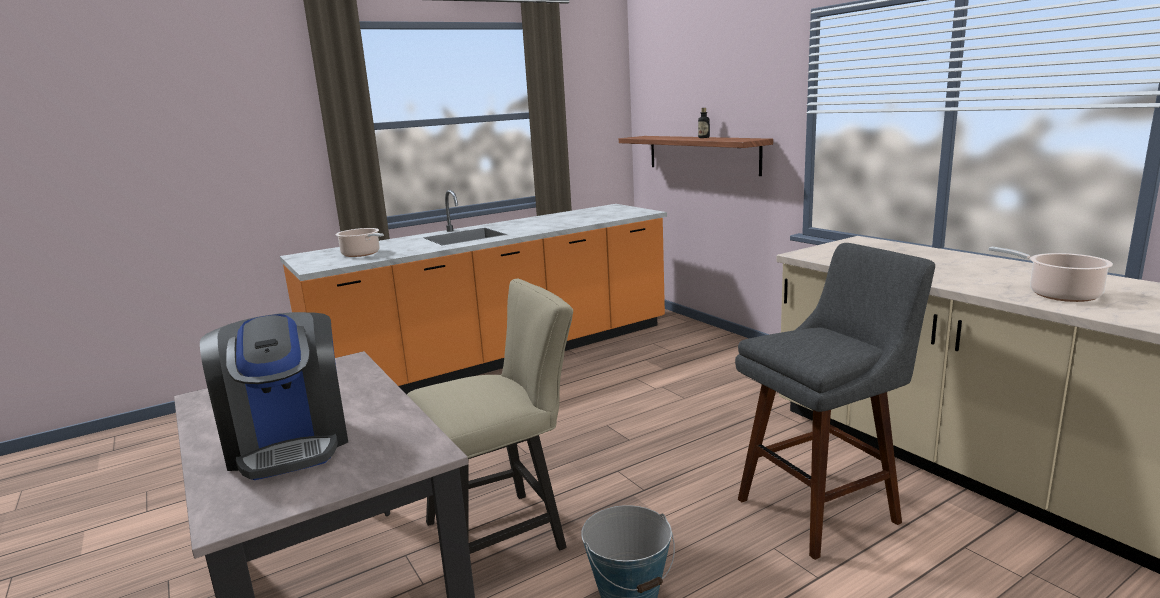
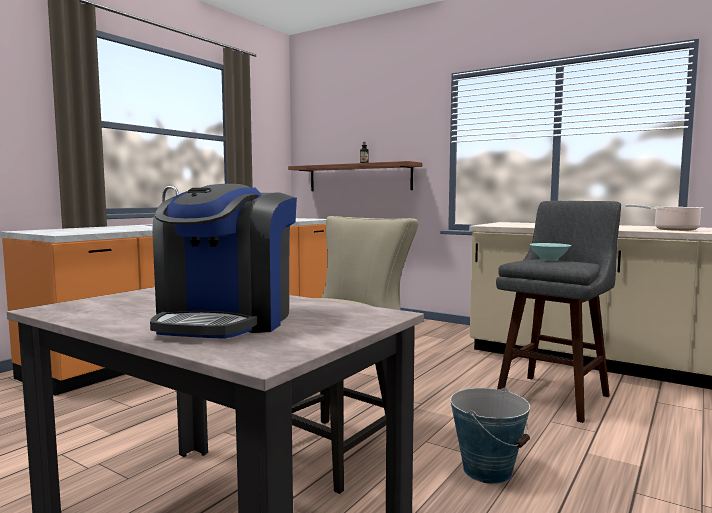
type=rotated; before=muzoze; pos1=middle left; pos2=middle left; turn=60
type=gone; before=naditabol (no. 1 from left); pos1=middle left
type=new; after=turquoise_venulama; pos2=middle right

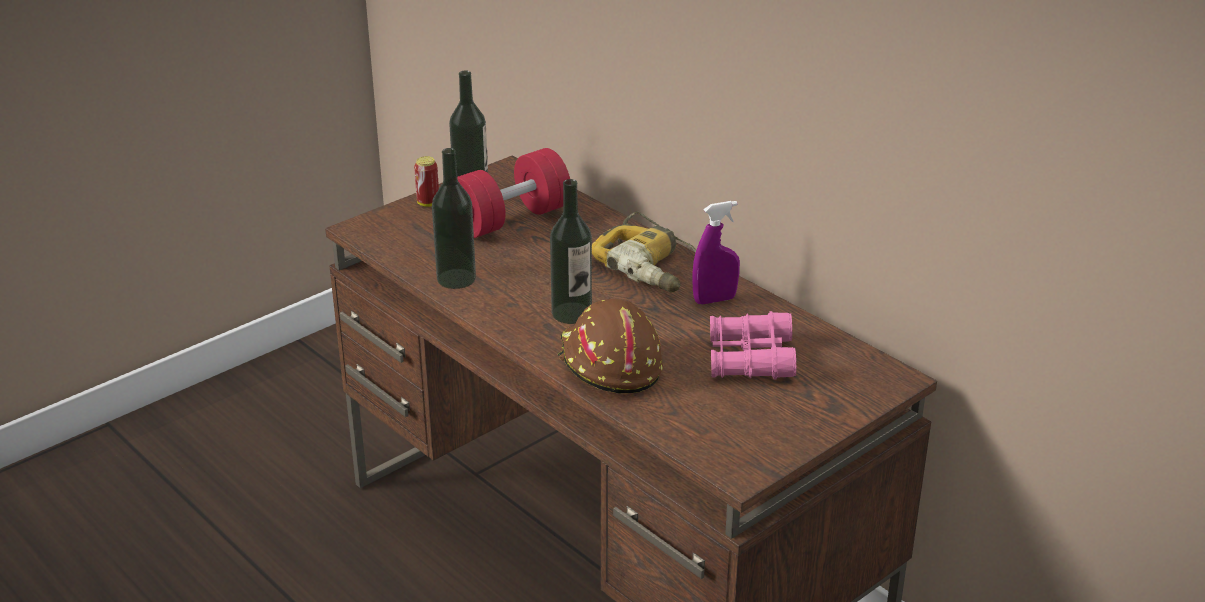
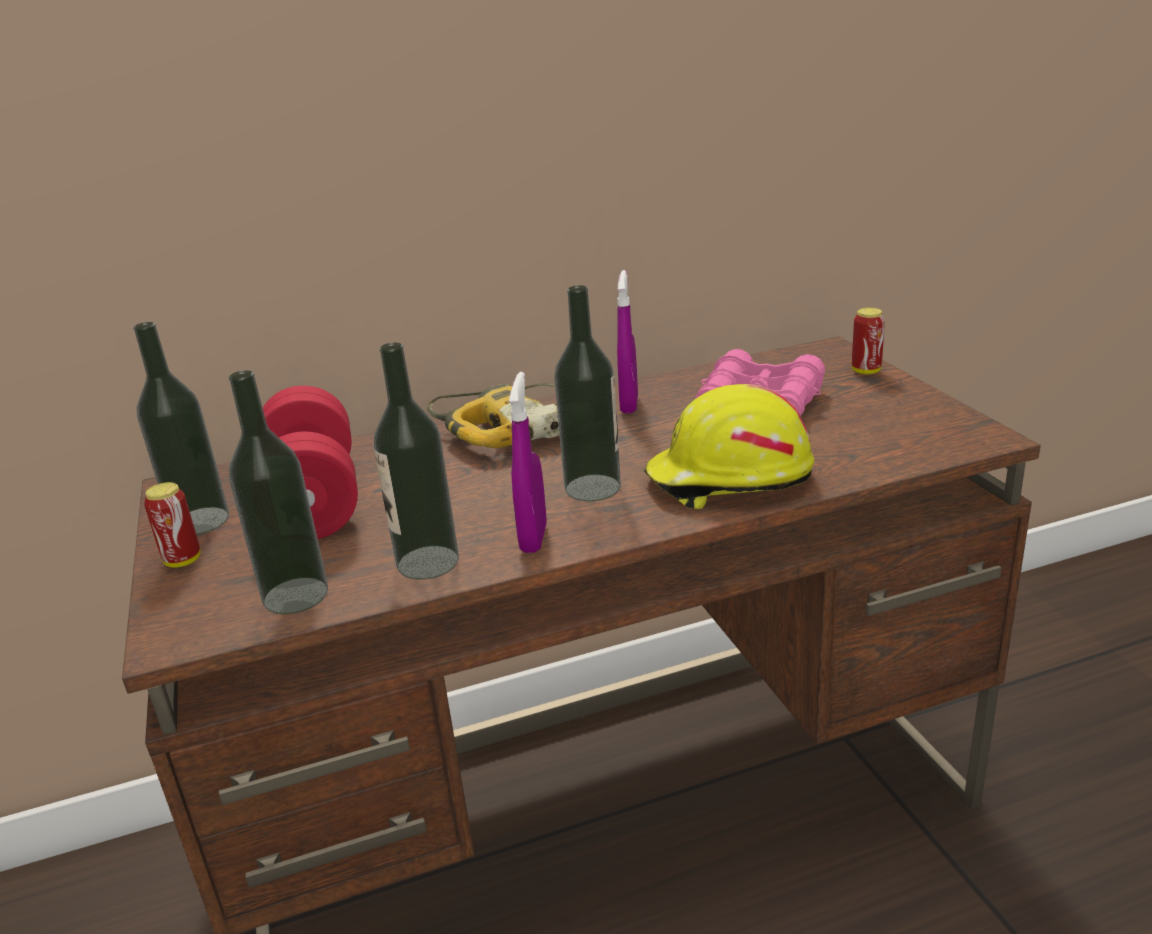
type=repainted; before=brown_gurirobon; after=yellow_gurirobon; pos1=centre; pos2=centre
type=new; after=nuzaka (no. 2 from left); pos2=middle left
type=new; after=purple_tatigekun (no. 1 from left); pos2=centre
type=new; after=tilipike (no. 2 from left); pos2=middle right

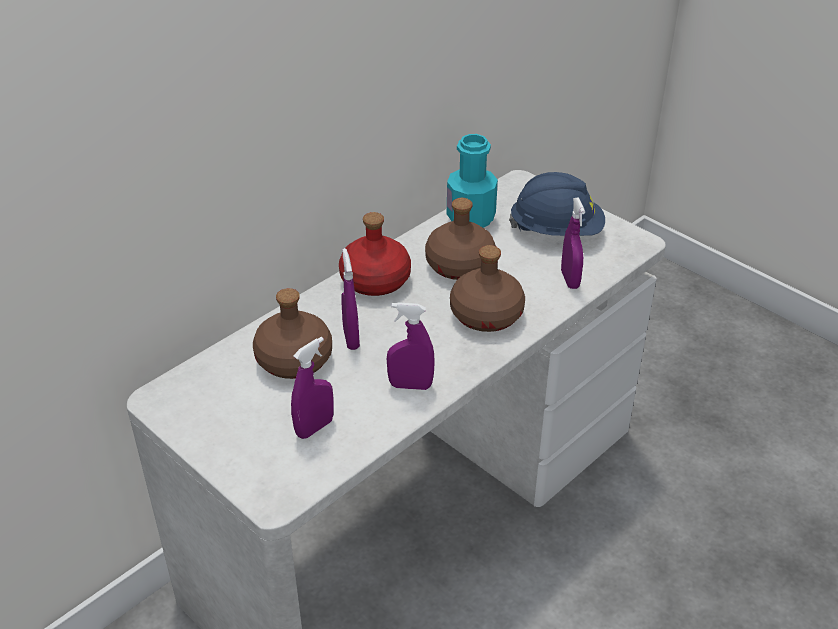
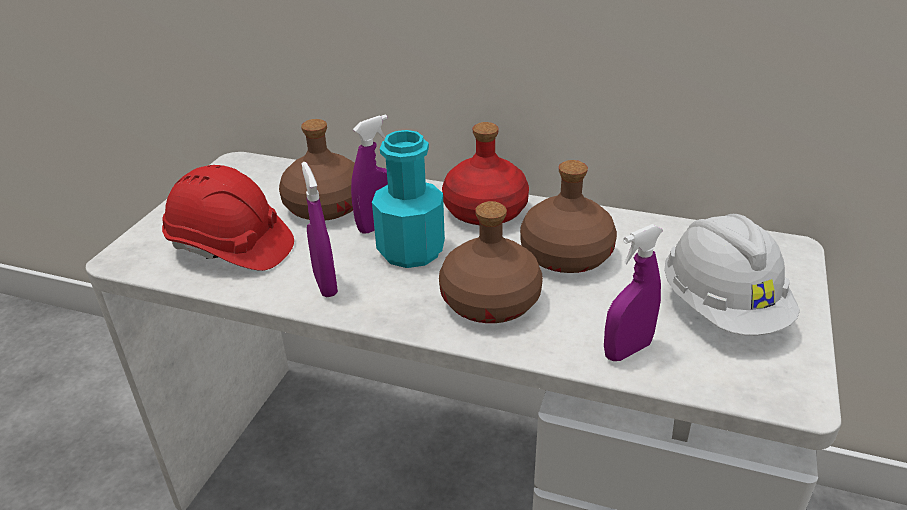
type=swapped; before=purple_tatigekun (no. 1 from left); after=red_gurirobon; pos1=centre; pos2=middle left
type=shifted; before=turquoise_nuzaka; pos1=top centre; pos2=centre
type=repainted; before=blue_gurirobon; after=white_gurirobon; pos1=top centre; pos2=middle right

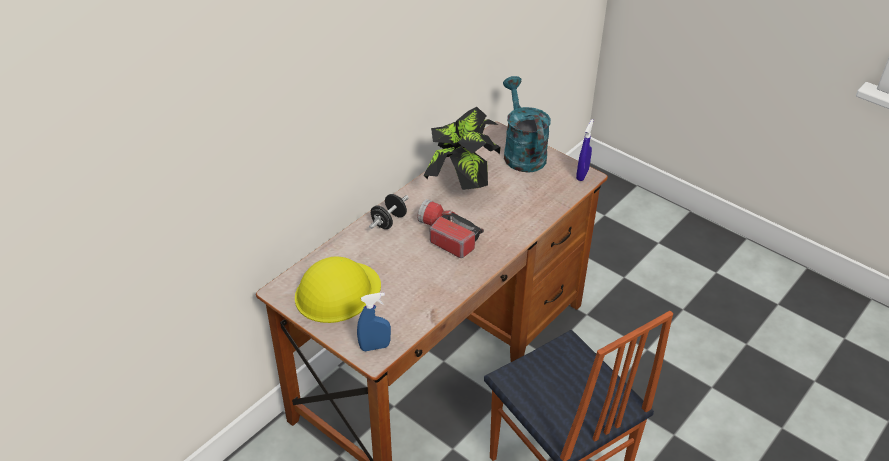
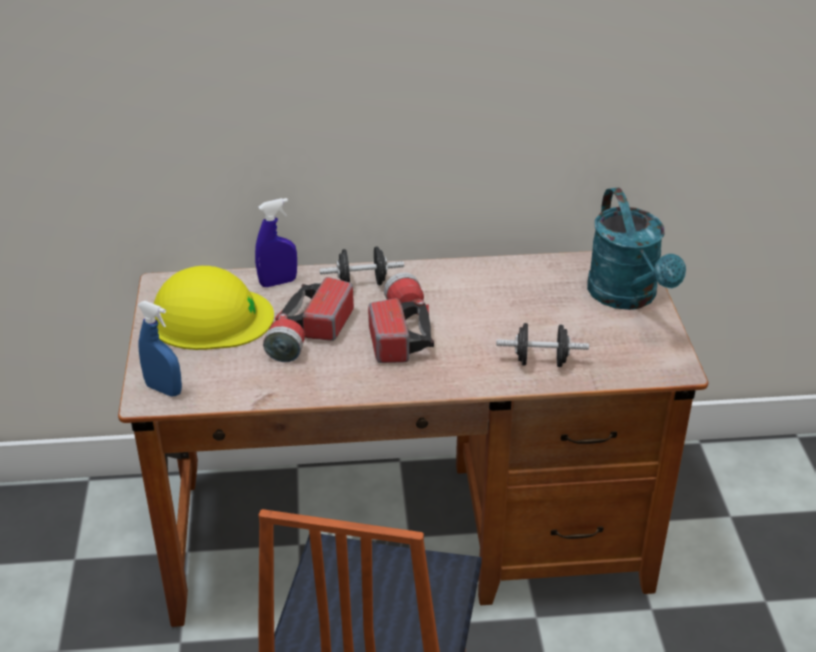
type=gone; before=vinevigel; pos1=top centre
type=rotated; before=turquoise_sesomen; pos1=top centre; pos2=middle right; turn=135
type=shifted; before=blue_tatigekun (no. 2 from left); pos1=top centre; pos2=centre
type=new; after=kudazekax (no. 1 from left); pos2=centre
type=new; after=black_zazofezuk (no. 2 from left); pos2=centre

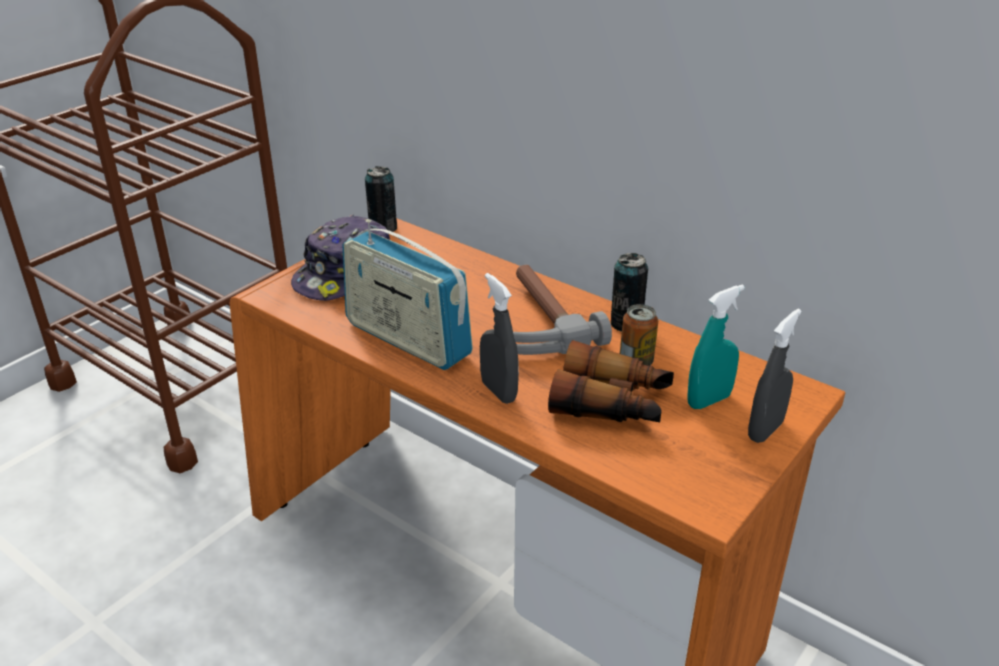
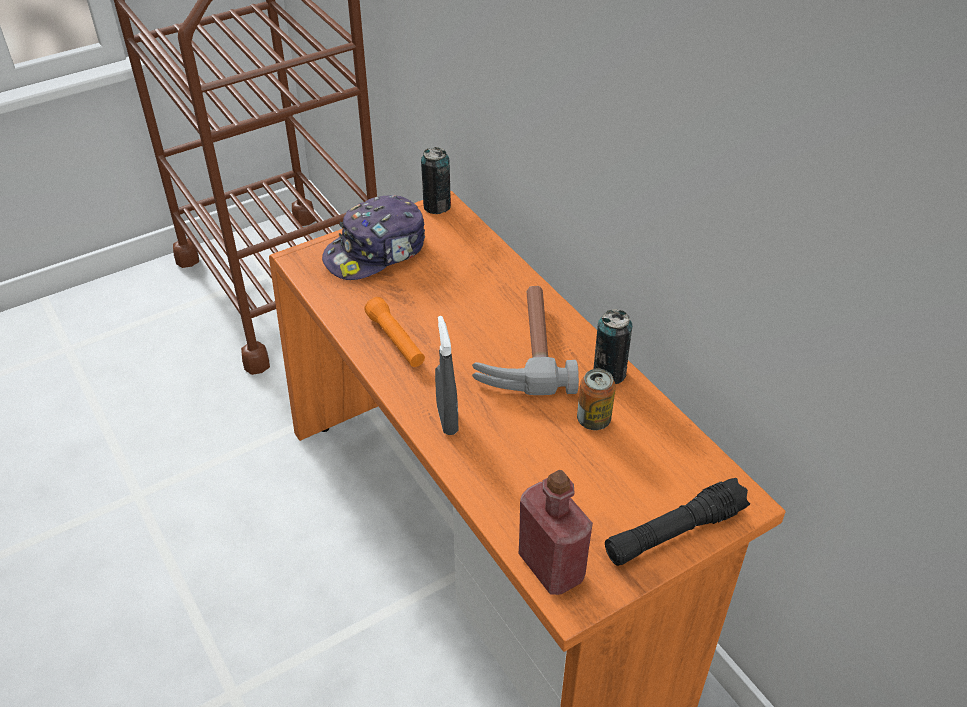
type=swapped; before=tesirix; after=orange_kudazekax; pos1=centre; pos2=centre
type=gone; before=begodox; pos1=centre
type=gone; before=turquoise_tatigekun; pos1=middle right
type=swapped; before=grey_tatigekun (no. 2 from left); after=black_kudazekax; pos1=middle right; pos2=bottom right
type=new; after=red_nuzaka; pos2=bottom centre

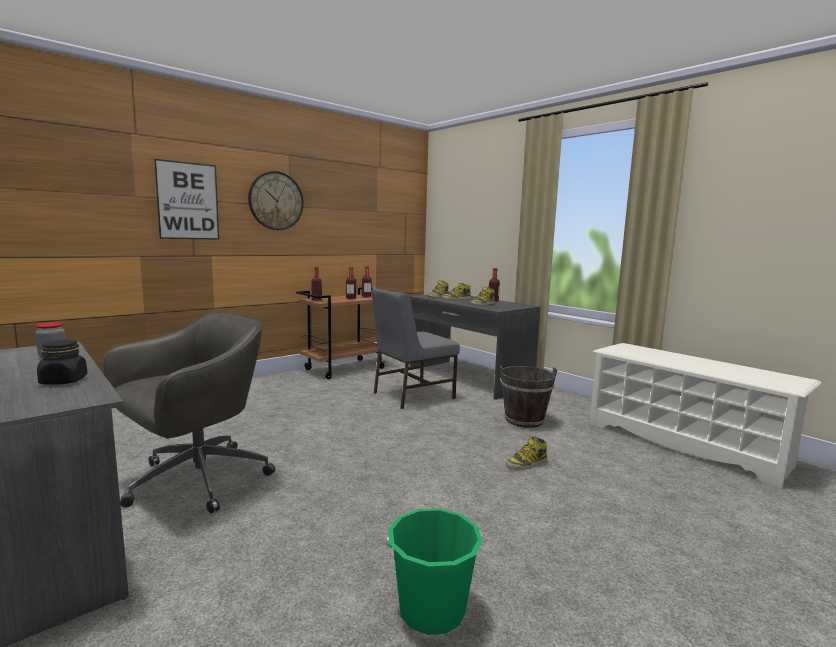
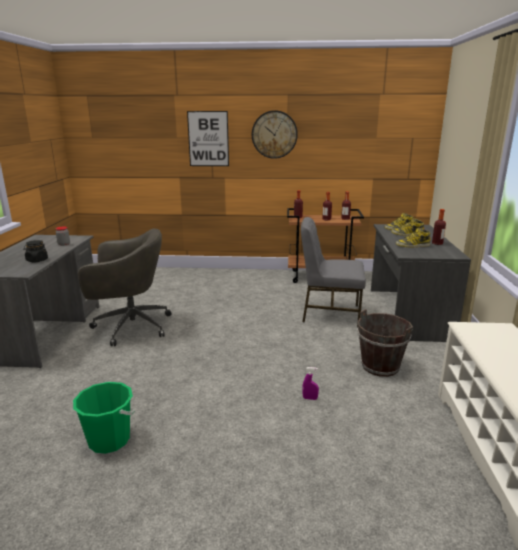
type=swapped; before=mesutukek (no. 4 from left); after=purple_tatigekun; pos1=bottom centre; pos2=bottom centre

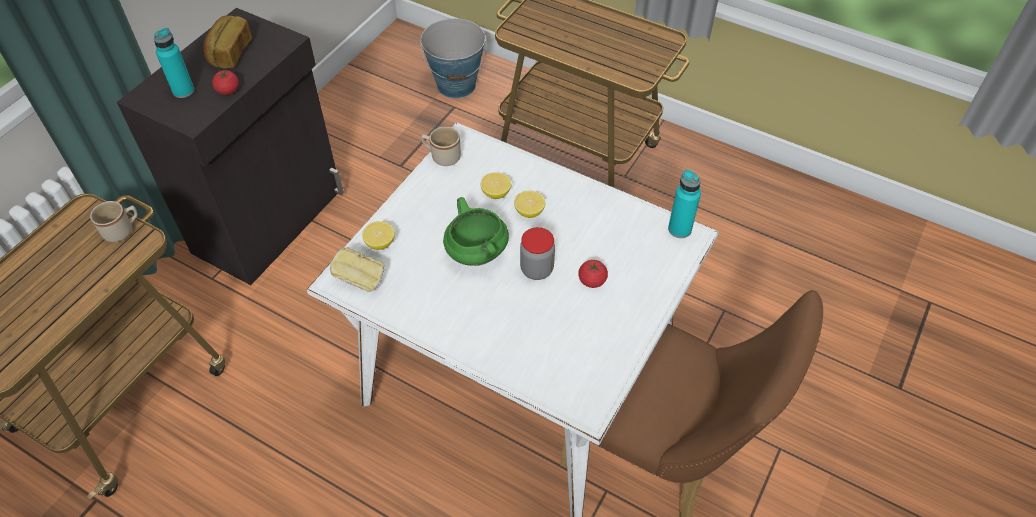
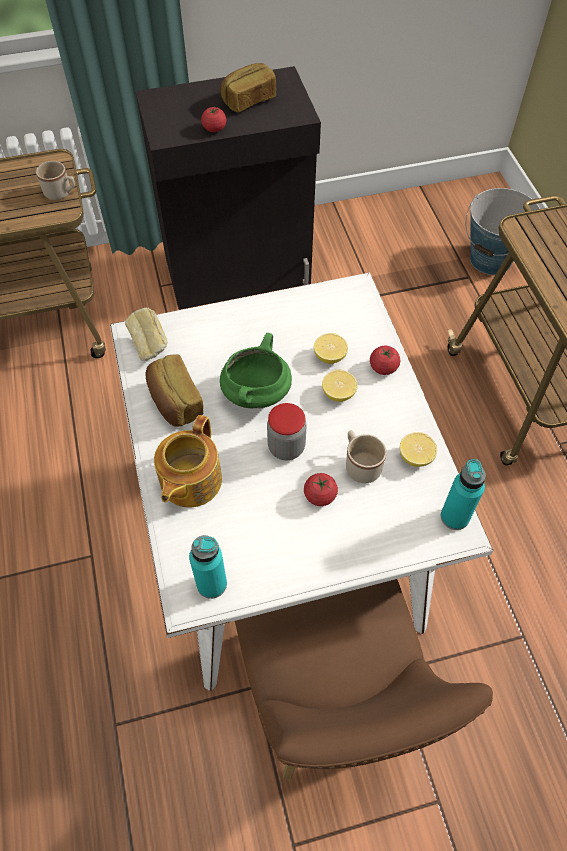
type=shifted; before=turquoise_nuzaka (no. 1 from left); pos1=top left; pos2=centre
type=shifted; before=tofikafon (no. 1 from left in the first image); after=tofikafon (no. 3 from left); pos1=centre; pos2=middle right
type=shifted; before=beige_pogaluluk (no. 2 from left); pos1=top centre; pos2=centre
type=new; after=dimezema (no. 2 from left); pos2=middle left
type=new; after=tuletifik; pos2=middle left
type=new; after=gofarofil (no. 3 from left); pos2=middle right

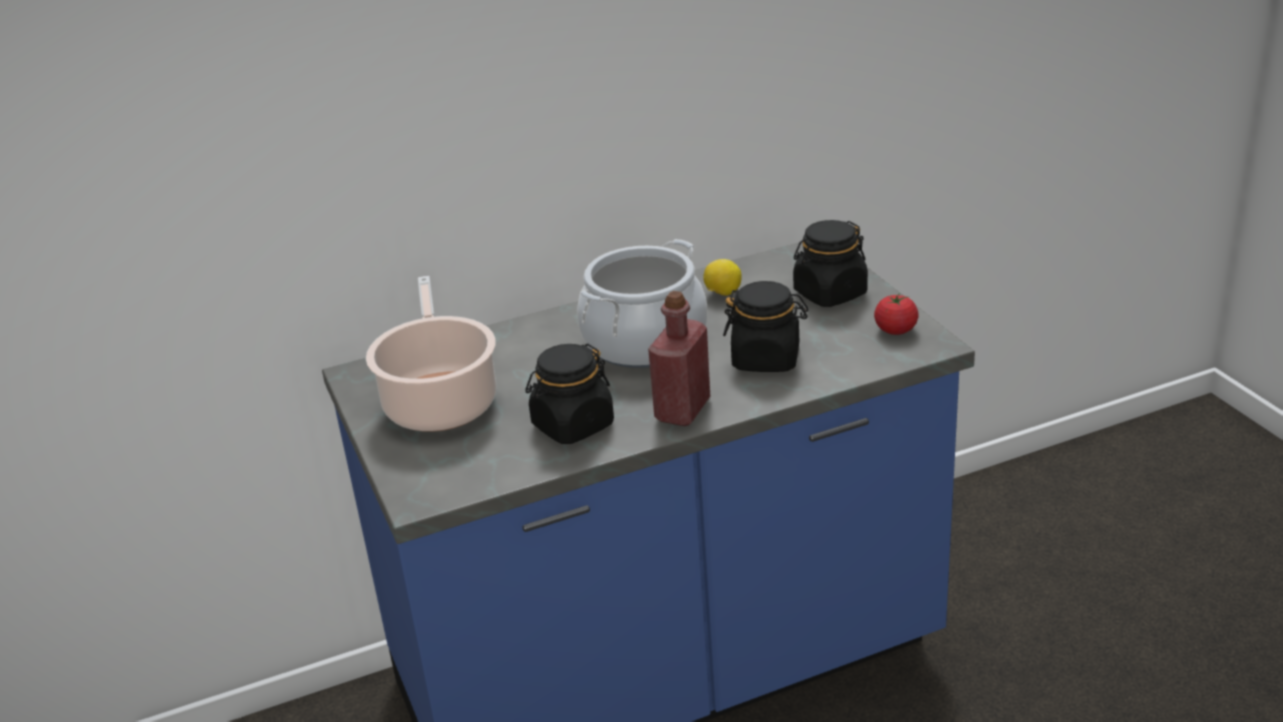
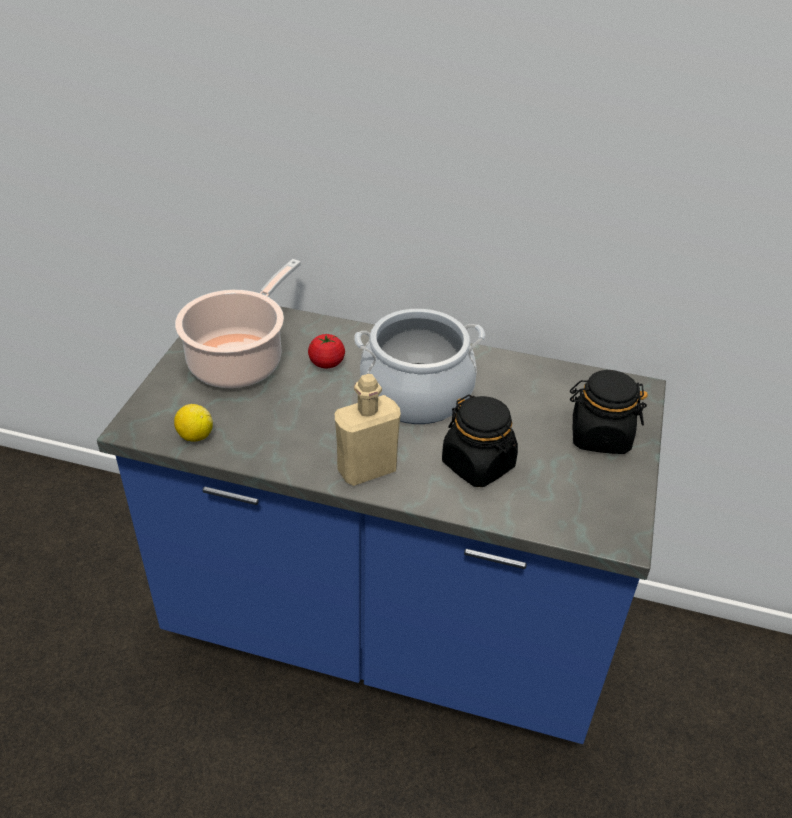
type=gone; before=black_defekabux (no. 1 from left); pos1=centre
type=repainted; before=red_nuzaka; after=beige_nuzaka; pos1=centre; pos2=centre
type=shifted; before=tofikafon; pos1=centre; pos2=middle left
type=shifted; before=gofarofil; pos1=middle right; pos2=centre

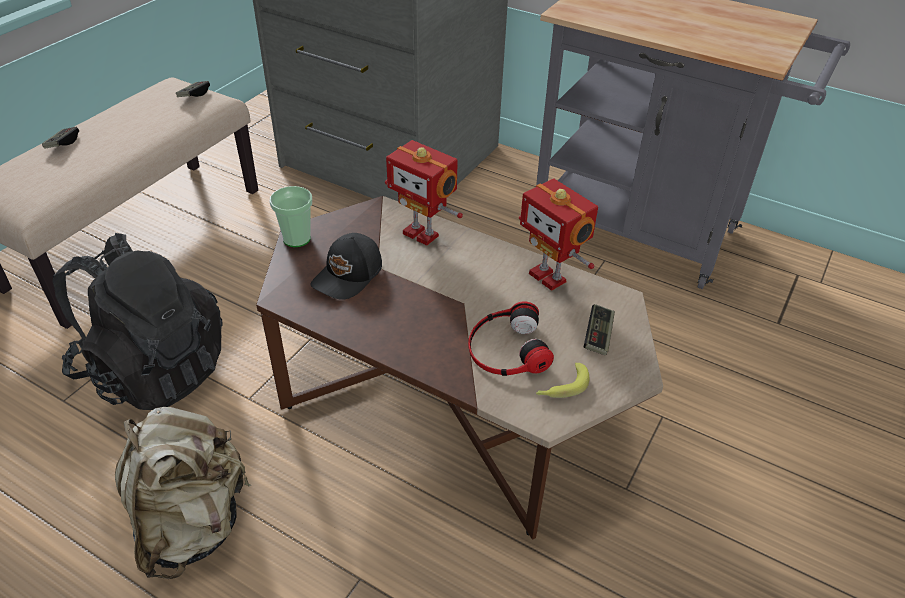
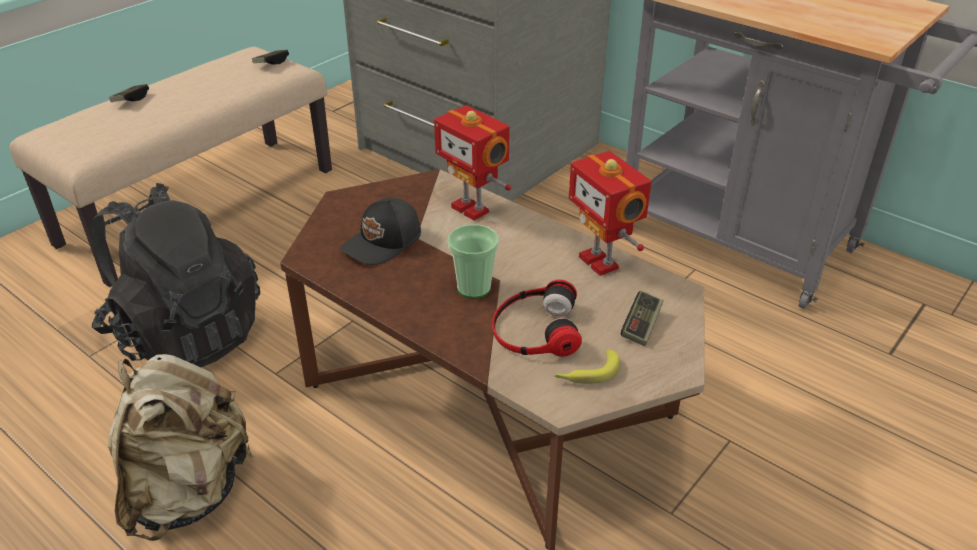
type=shifted; before=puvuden; pos1=middle left; pos2=centre

